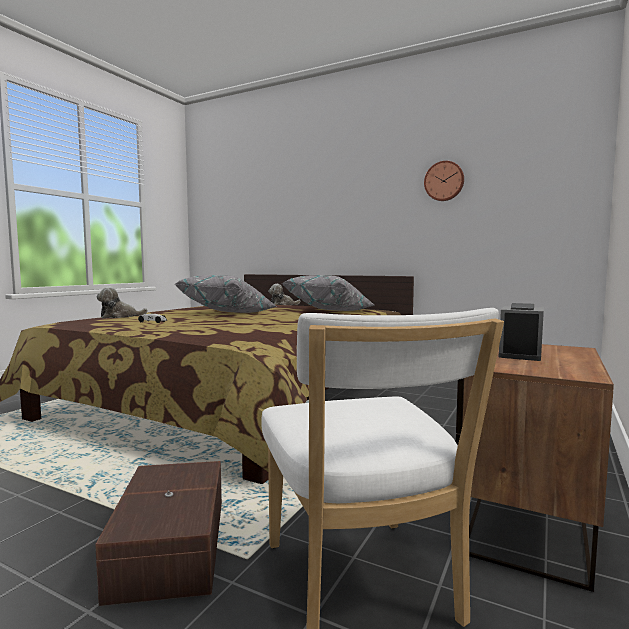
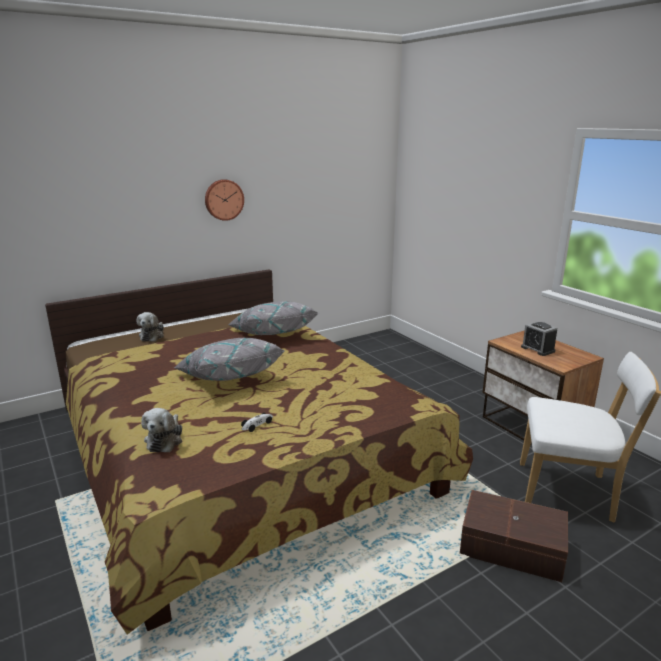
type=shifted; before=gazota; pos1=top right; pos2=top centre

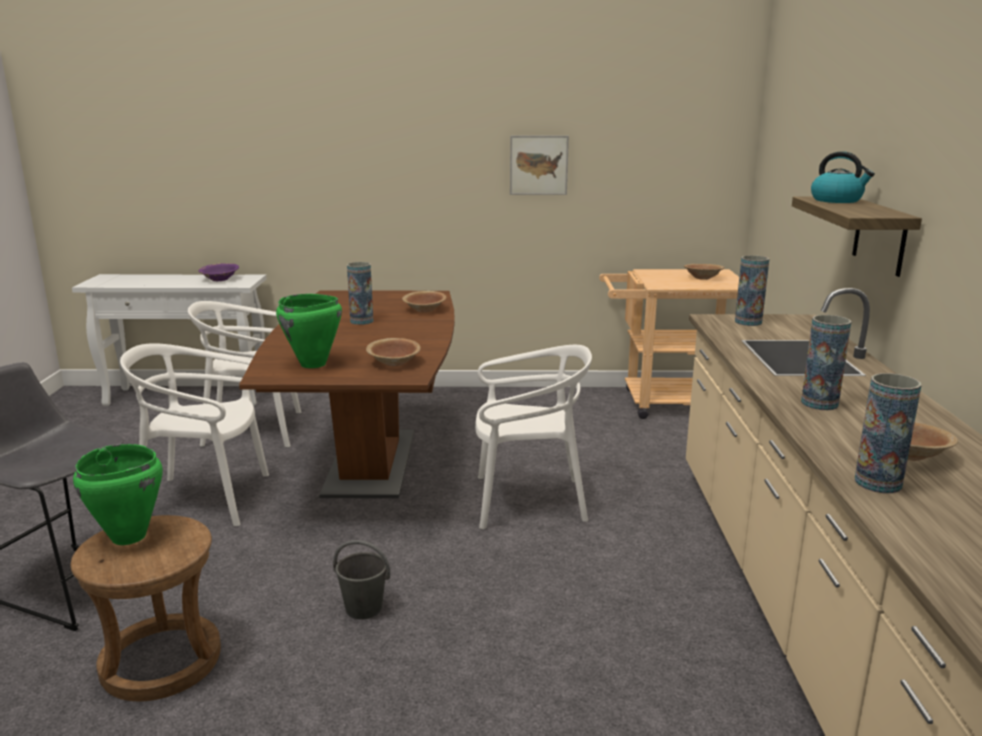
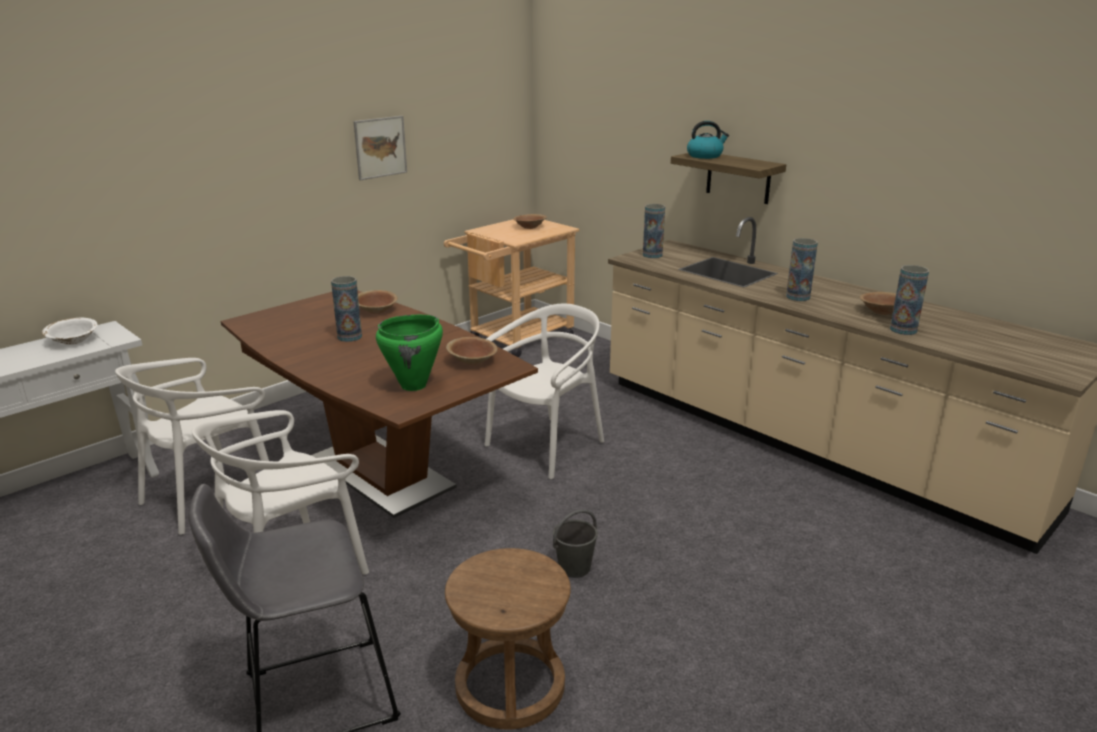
type=gone; before=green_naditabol (no. 1 from left); pos1=bottom left
type=repainted; before=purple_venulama; after=white_venulama; pos1=middle left; pos2=middle left

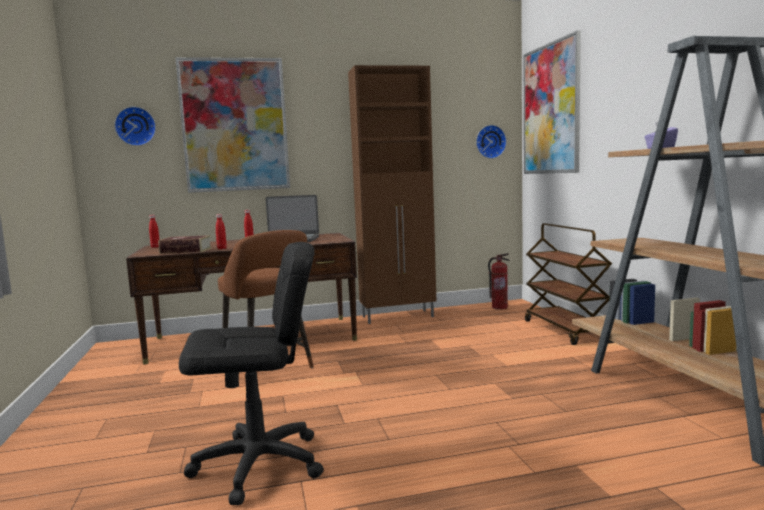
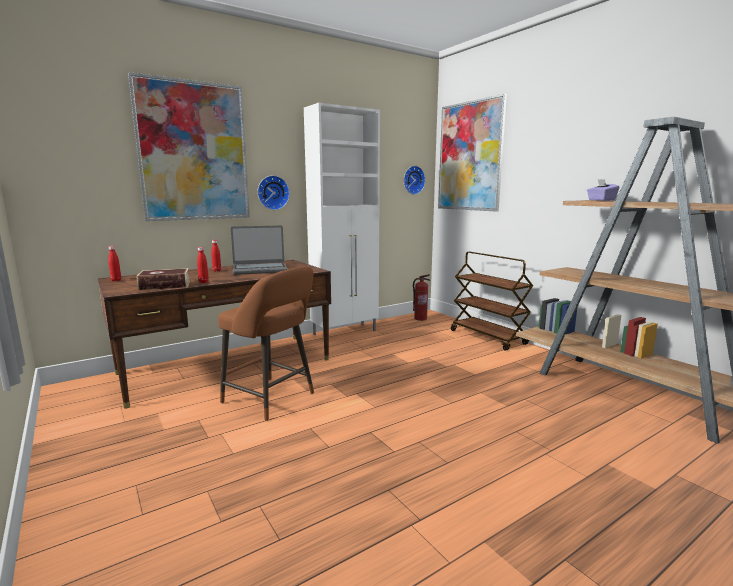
type=shifted; before=gazota (no. 1 from left); pos1=top left; pos2=top centre
type=gone; before=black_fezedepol; pos1=bottom left
type=repainted; before=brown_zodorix; after=white_zodorix; pos1=centre; pos2=centre

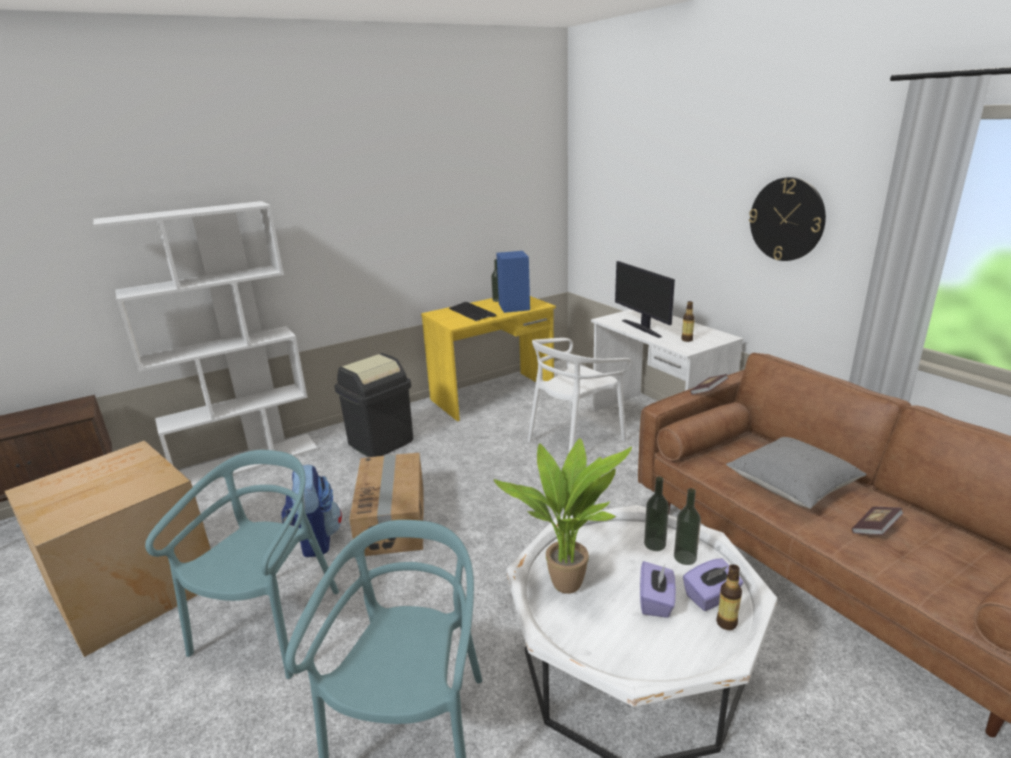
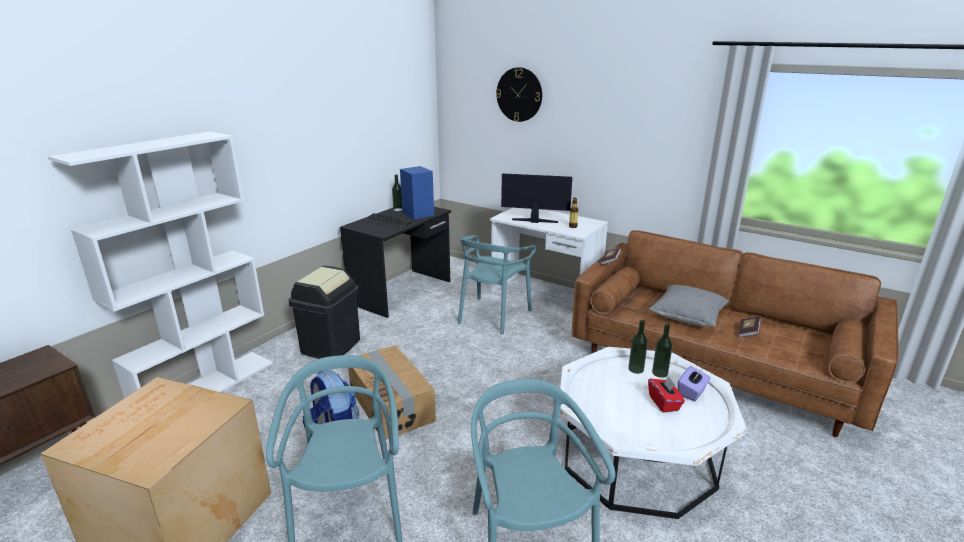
type=repainted; before=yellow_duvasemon; after=black_duvasemon; pos1=centre; pos2=centre
type=gone; before=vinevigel; pos1=bottom centre
type=repainted; before=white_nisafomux; after=turquoise_nisafomux (no. 2 from left); pos1=centre; pos2=centre
type=rotated; before=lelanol; pos1=centre; pos2=centre; turn=150
type=repainted; before=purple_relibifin (no. 1 from left); after=red_relibifin; pos1=bottom centre; pos2=bottom right
type=gone; before=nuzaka (no. 5 from left); pos1=bottom right
type=shifted; before=gazota; pos1=top right; pos2=top centre

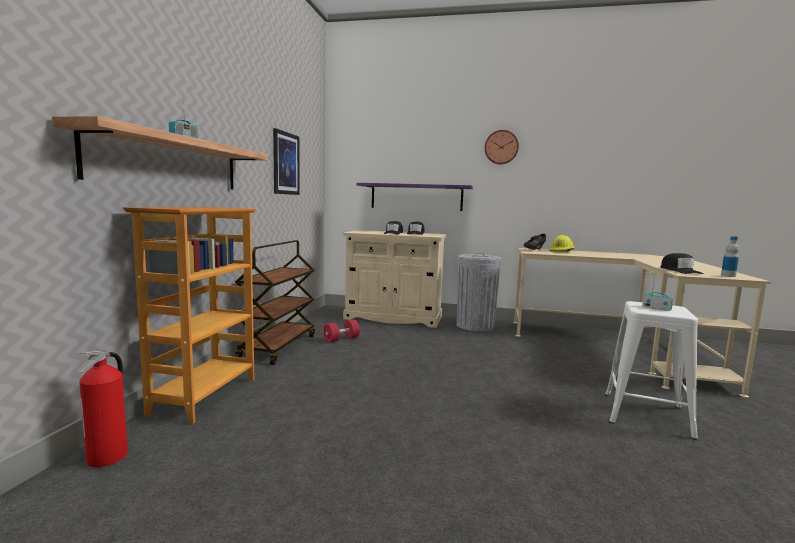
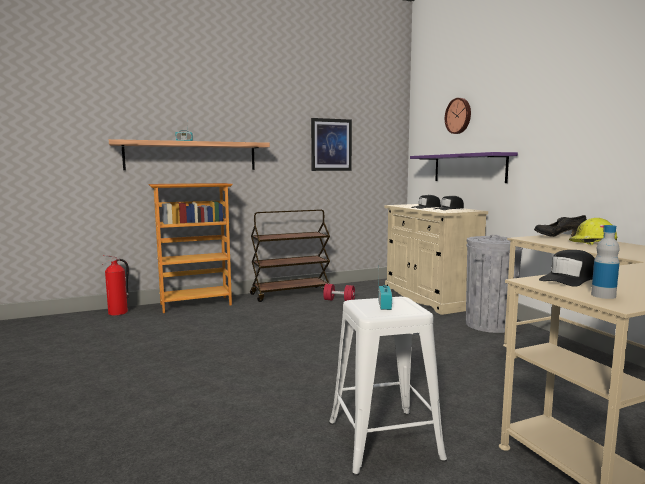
type=shifted; before=gazota; pos1=top centre; pos2=top right

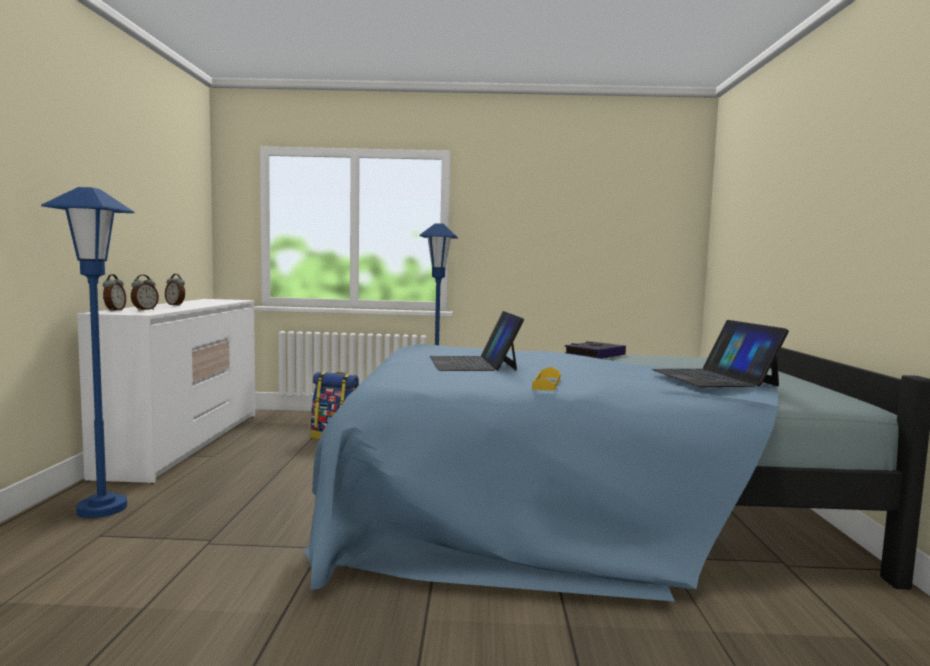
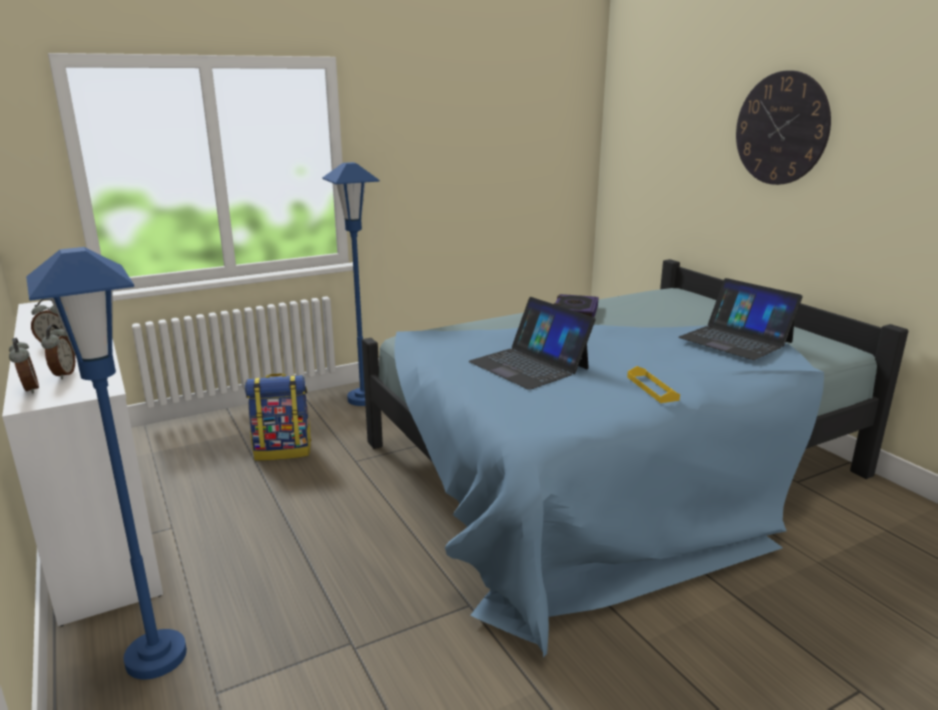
type=new; after=gazota; pos2=top right

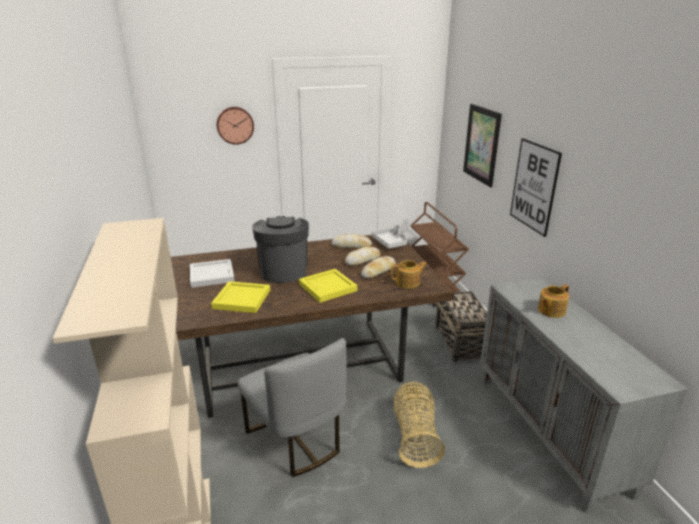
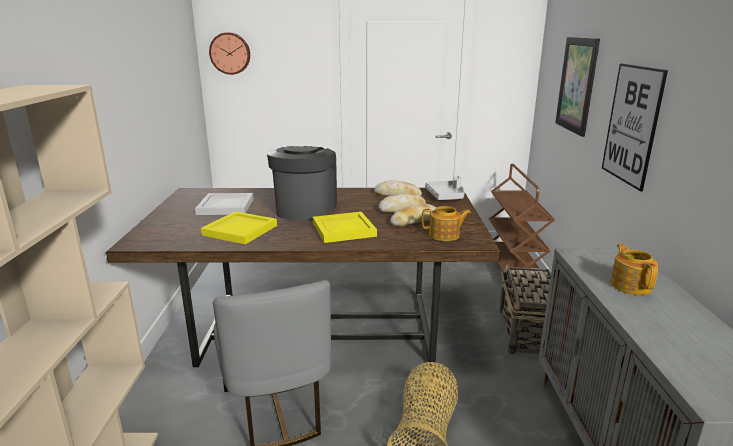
type=shifted; before=gazota; pos1=top centre; pos2=top left
type=rotated; before=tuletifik (no. 2 from left); pos1=middle right; pos2=middle right; turn=105

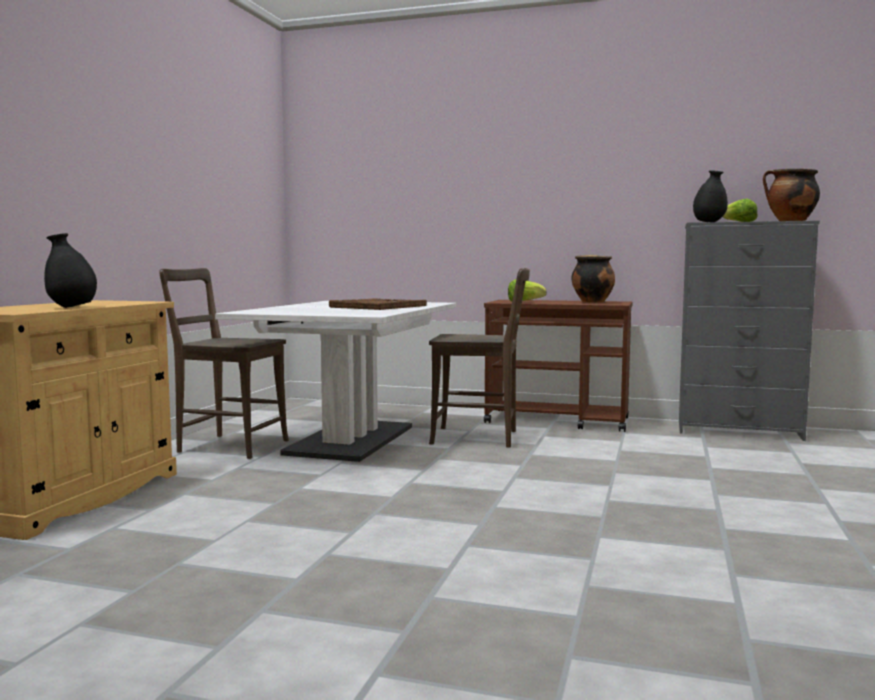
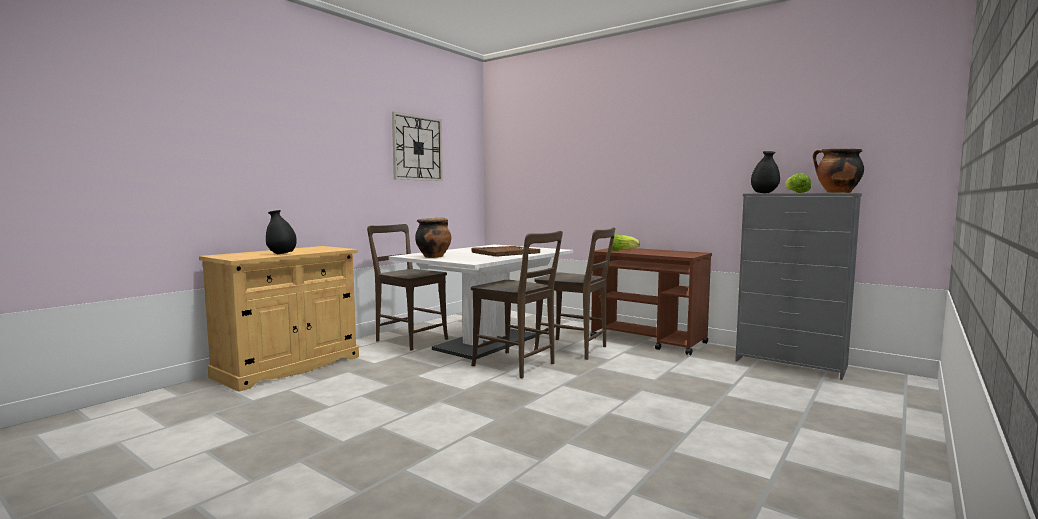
type=shifted; before=naditabol (no. 1 from left); pos1=middle right; pos2=centre
type=new; after=gazota; pos2=top centre
type=new; after=brown_nisafomux (no. 2 from left); pos2=centre

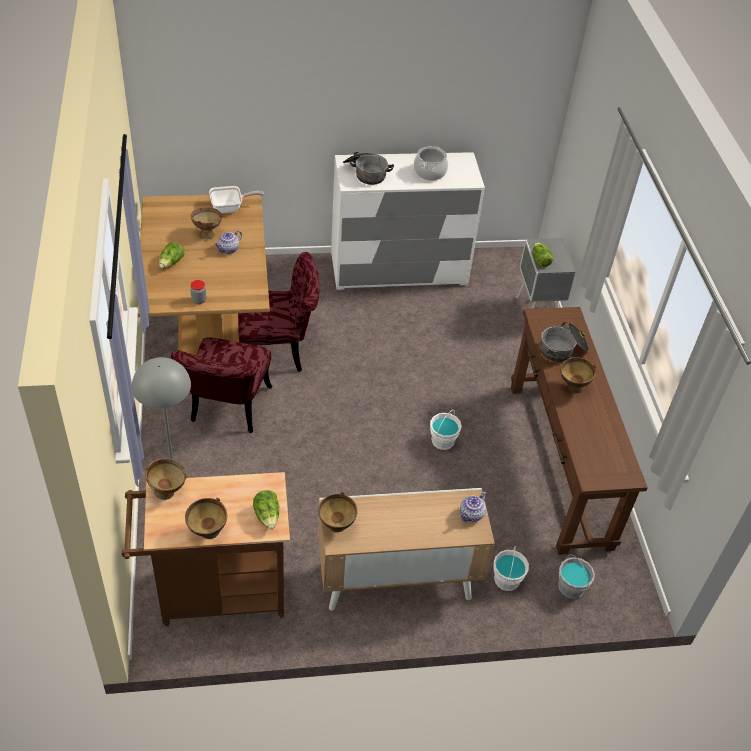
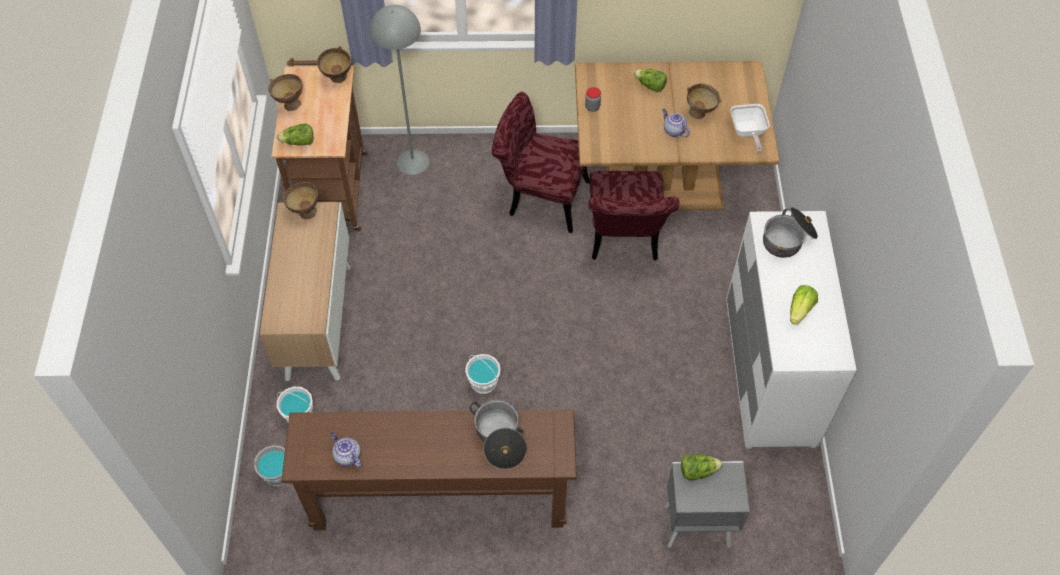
type=swapped; before=naditabol (no. 2 from left); after=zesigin (no. 4 from left); pos1=top centre; pos2=middle right
type=shifted; before=tuletifik (no. 2 from left in the first image); after=tuletifik (no. 1 from left); pos1=bottom centre; pos2=bottom left
type=gone; before=brown_venulama (no. 5 from left); pos1=middle right

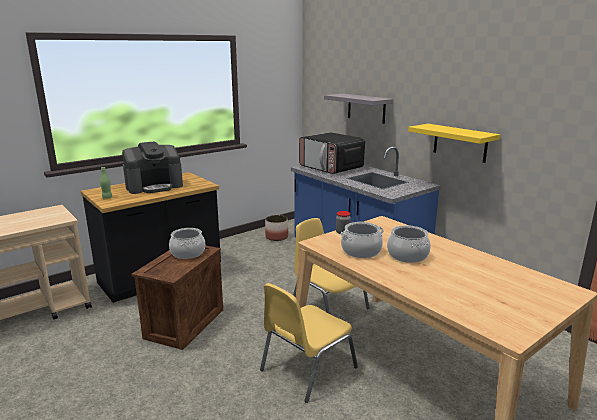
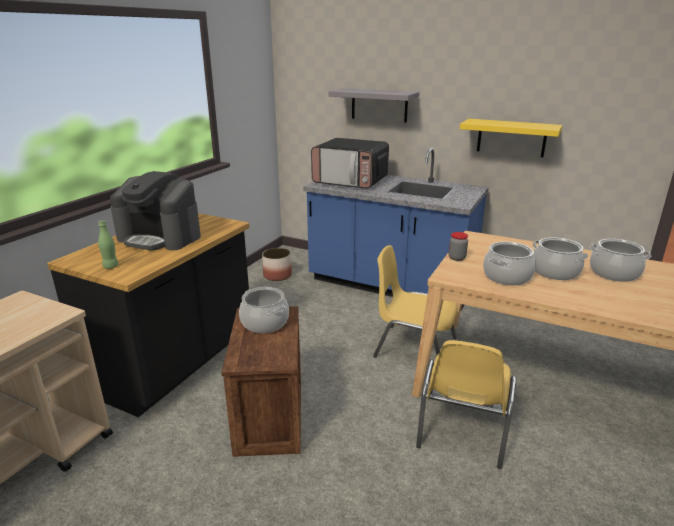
type=rotated; before=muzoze; pos1=middle left; pos2=middle left; turn=75
type=new; after=naditabol (no. 4 from left); pos2=middle right

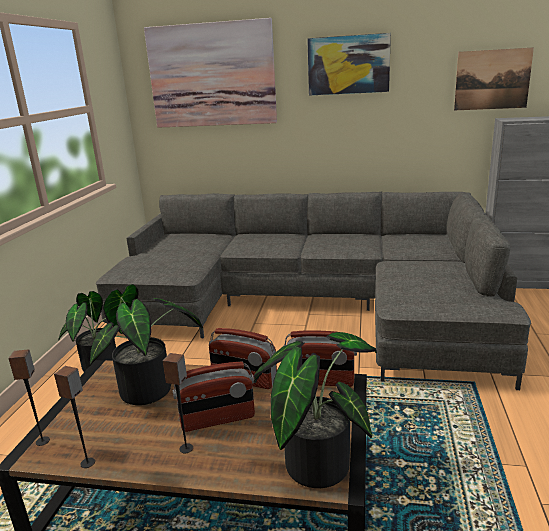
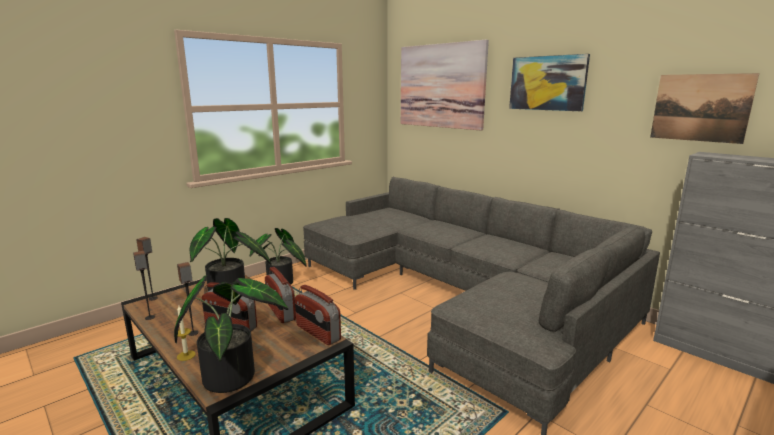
type=new; after=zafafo; pos2=bottom left

